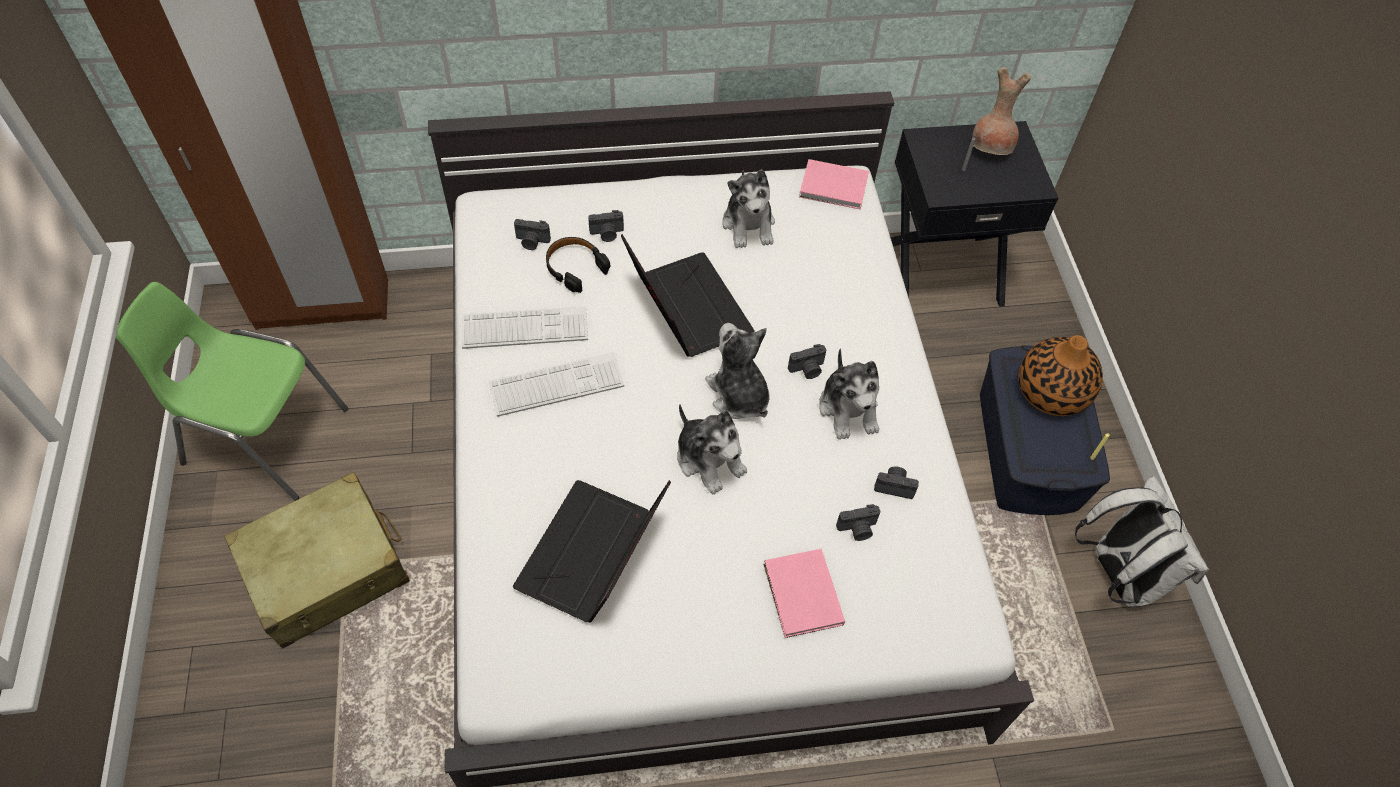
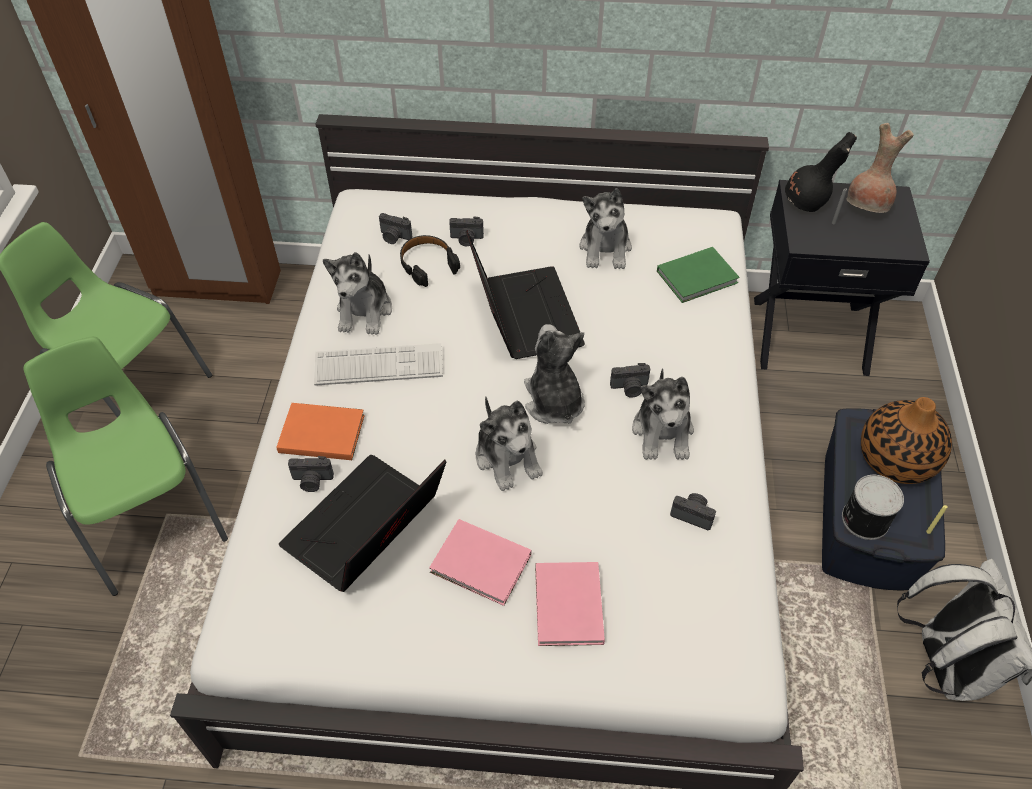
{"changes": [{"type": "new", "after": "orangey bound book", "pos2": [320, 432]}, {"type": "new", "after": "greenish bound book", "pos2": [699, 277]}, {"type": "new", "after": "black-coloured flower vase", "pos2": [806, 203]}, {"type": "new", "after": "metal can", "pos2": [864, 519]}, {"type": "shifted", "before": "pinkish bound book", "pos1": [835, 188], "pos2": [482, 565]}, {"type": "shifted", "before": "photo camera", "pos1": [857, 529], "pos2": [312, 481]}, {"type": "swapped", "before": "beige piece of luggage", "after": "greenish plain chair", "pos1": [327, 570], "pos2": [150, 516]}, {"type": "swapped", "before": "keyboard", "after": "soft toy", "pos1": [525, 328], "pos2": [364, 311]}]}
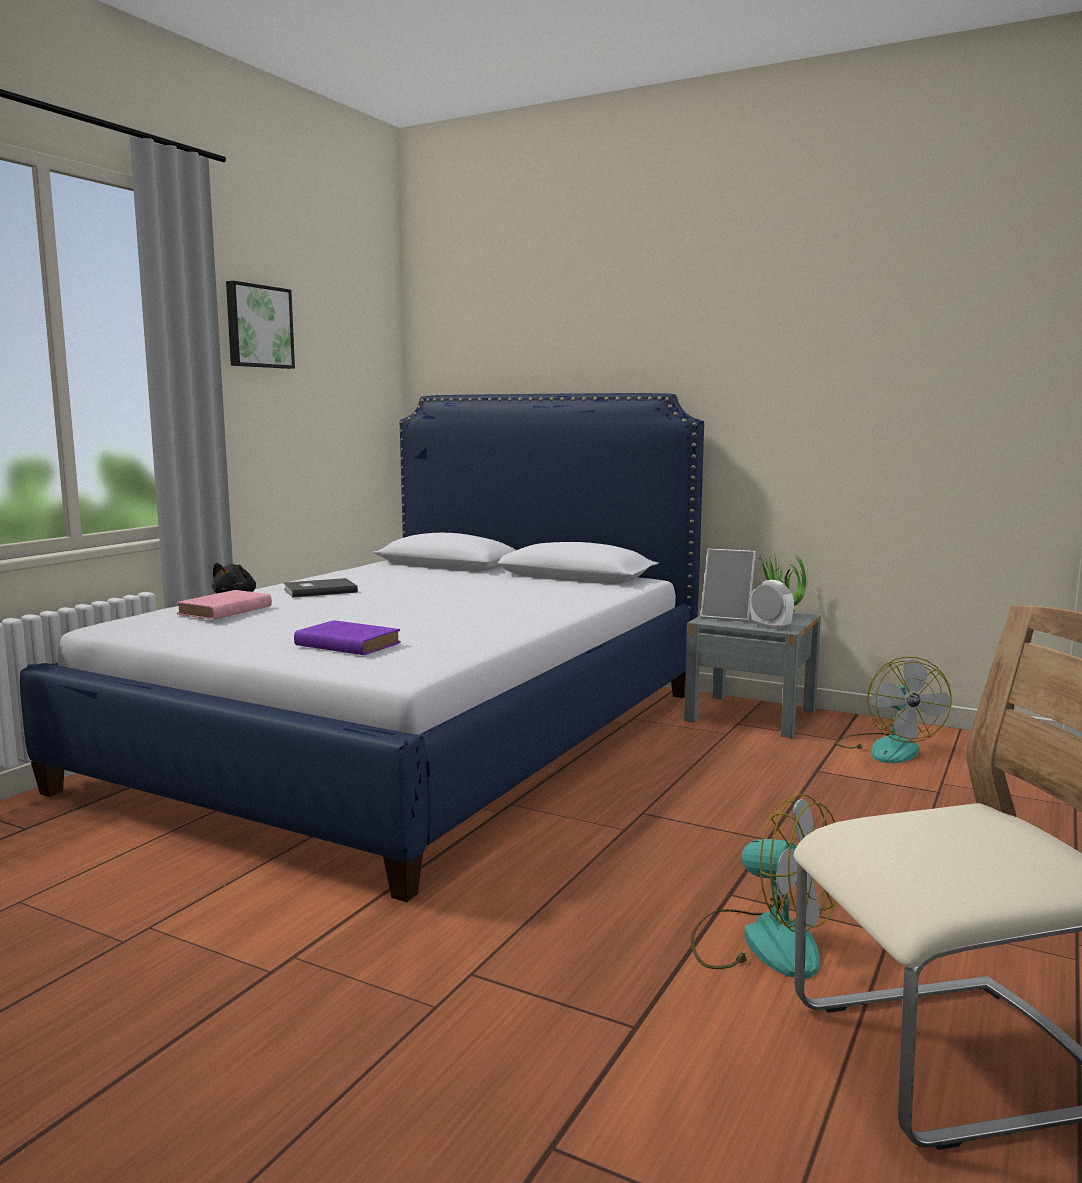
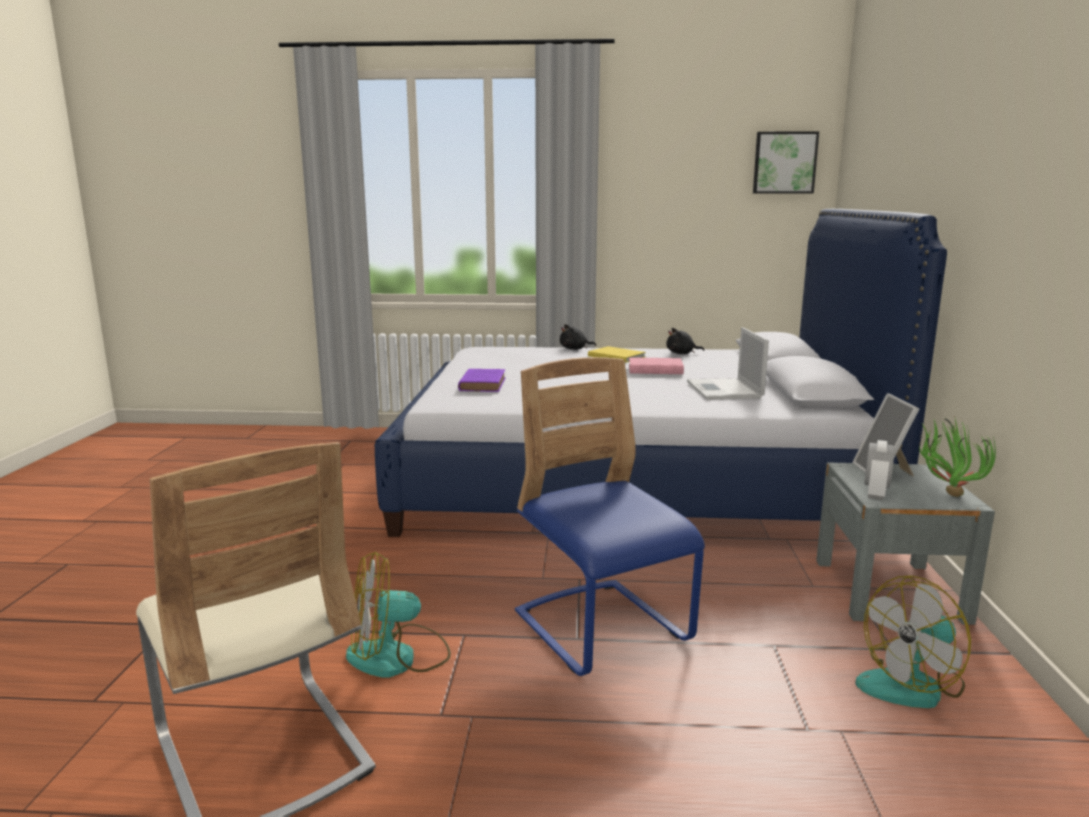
{"changes": [{"type": "new", "after": "blue plain chair", "pos2": [602, 629]}, {"type": "new", "after": "black-coloured soft toy", "pos2": [682, 353]}, {"type": "new", "after": "laptop", "pos2": [725, 390]}, {"type": "shifted", "before": "pinkish bound book", "pos1": [223, 611], "pos2": [653, 370]}, {"type": "shifted", "before": "wall art", "pos1": [258, 326], "pos2": [784, 163]}, {"type": "repainted", "before": "greyish bound book", "after": "yellow-coloured bound book", "pos1": [319, 590], "pos2": [616, 356]}, {"type": "rotated", "before": "electric fan", "pos1": [762, 941], "pos2": [397, 657], "turn": 60}]}
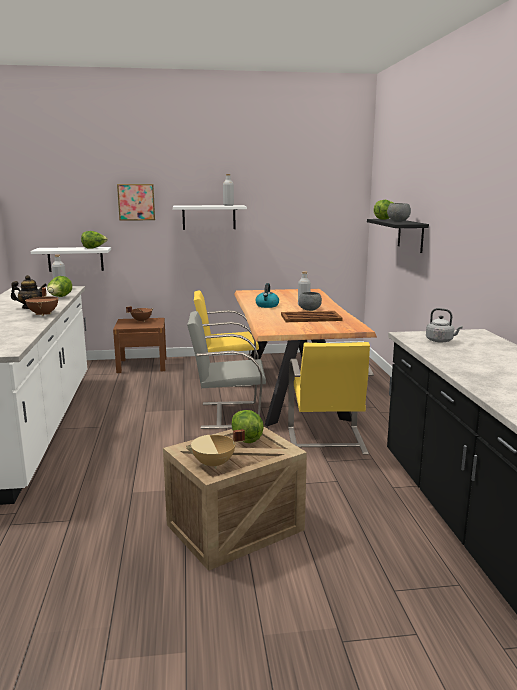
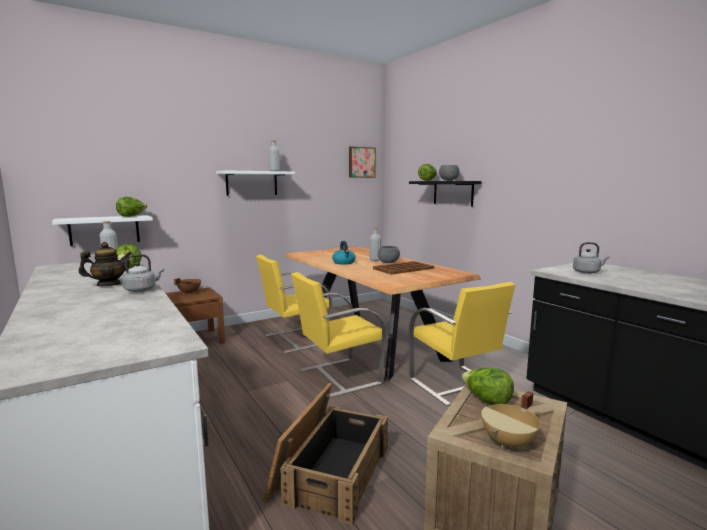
{"changes": [{"type": "new", "after": "crate", "pos2": [330, 471]}, {"type": "shifted", "before": "wall art", "pos1": [136, 202], "pos2": [361, 162]}, {"type": "swapped", "before": "brown-coloured cooking pot", "after": "greyish water kettle", "pos1": [44, 314], "pos2": [142, 290]}, {"type": "repainted", "before": "greyish plain chair", "after": "yellow-coloured plain chair", "pos1": [227, 414], "pos2": [338, 377]}]}
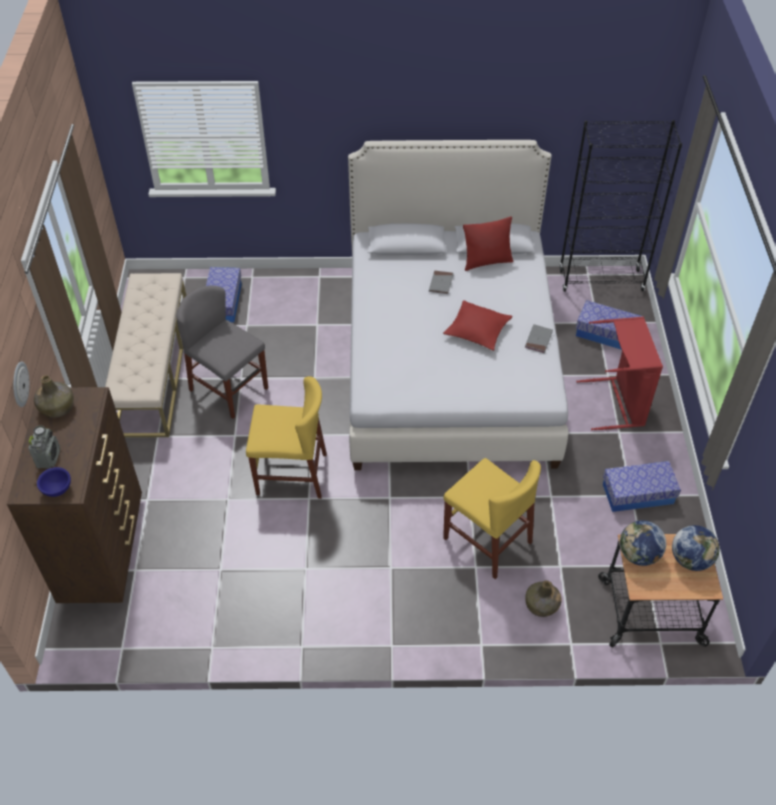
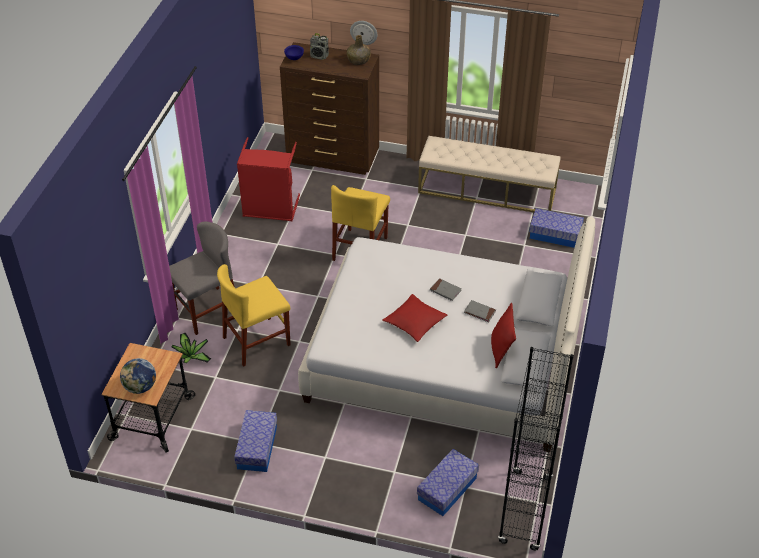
{"changes": [{"type": "gone", "before": "globe", "pos1": [638, 555]}, {"type": "shifted", "before": "greyish plain chair", "pos1": [229, 389], "pos2": [207, 311]}, {"type": "shifted", "before": "greyish bound book", "pos1": [538, 340], "pos2": [445, 291]}, {"type": "shifted", "before": "reddish hamper", "pos1": [618, 403], "pos2": [270, 210]}, {"type": "swapped", "before": "greenish drink bottle", "after": "houseplant", "pos1": [541, 605], "pos2": [189, 357]}]}
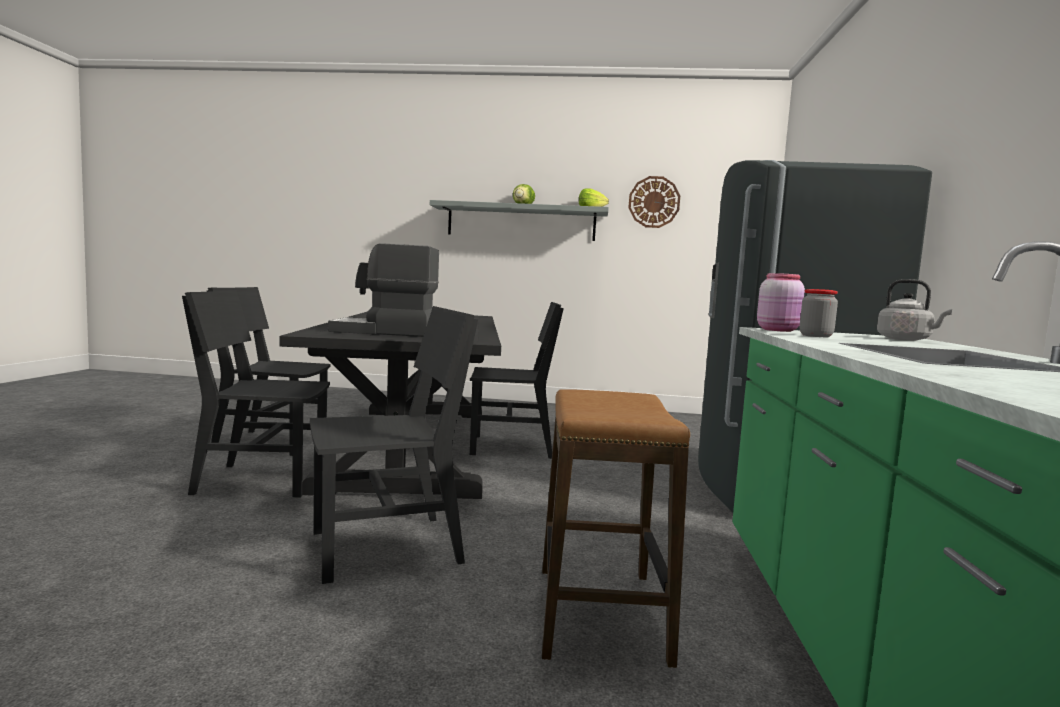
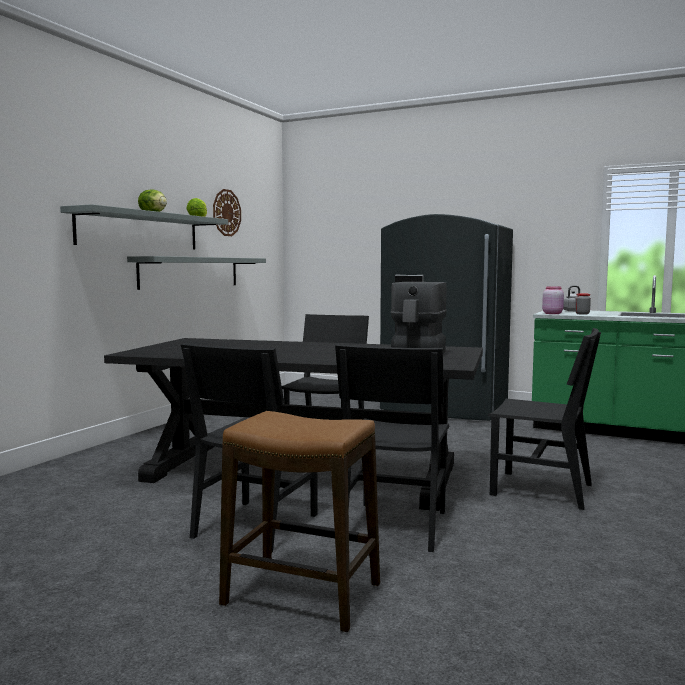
{"changes": [{"type": "new", "after": "greyish wall shelf", "pos2": [190, 272]}, {"type": "shifted", "before": "stool seat", "pos1": [599, 613], "pos2": [301, 595]}, {"type": "rotated", "before": "black-coloured plain chair", "pos1": [386, 547], "pos2": [541, 490], "turn": 120}]}
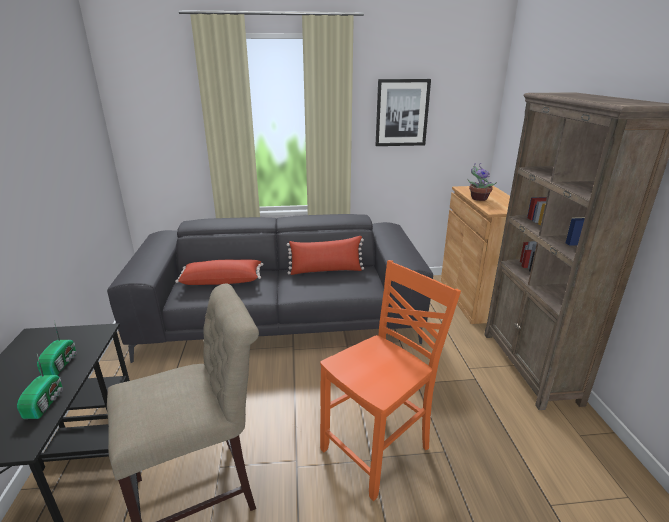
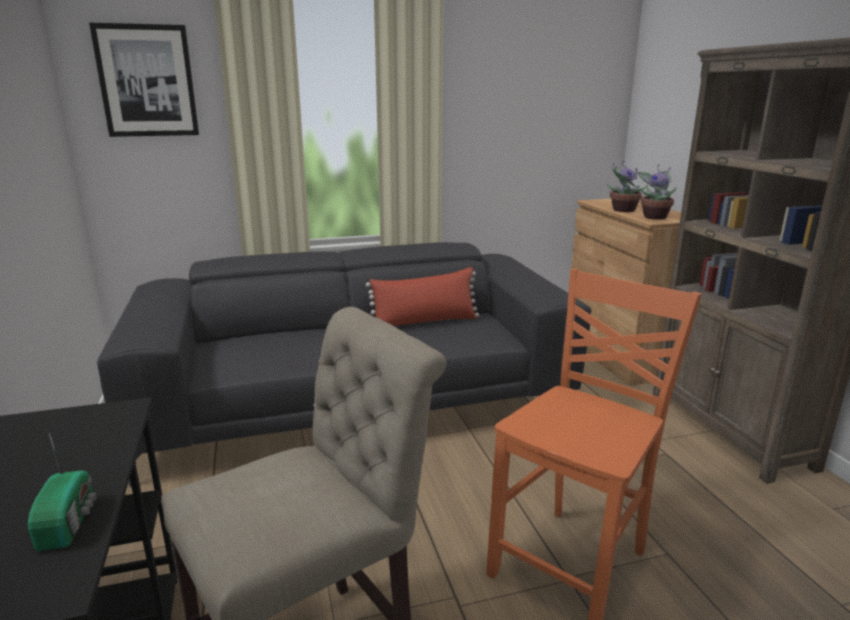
{"changes": [{"type": "gone", "before": "radio", "pos1": [61, 363]}, {"type": "gone", "before": "reddish pillow", "pos1": [222, 280]}, {"type": "new", "after": "houseplant", "pos2": [654, 217]}, {"type": "shifted", "before": "wall art", "pos1": [402, 113], "pos2": [147, 81]}]}
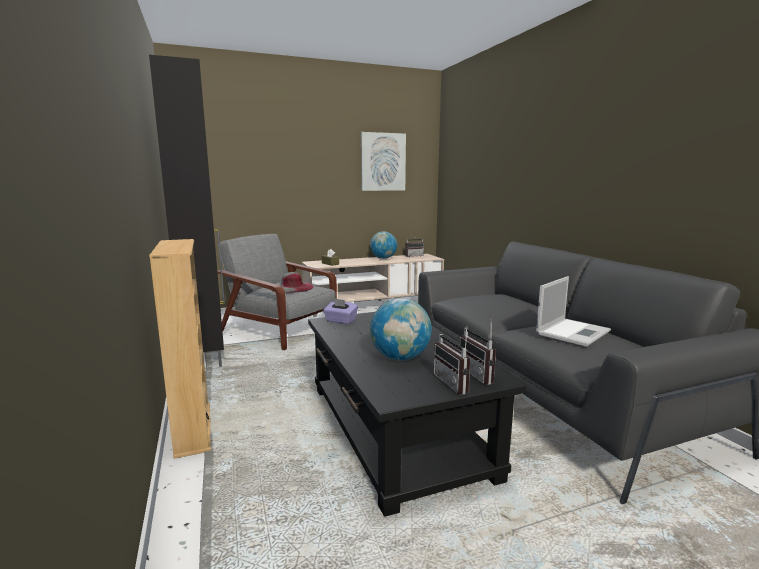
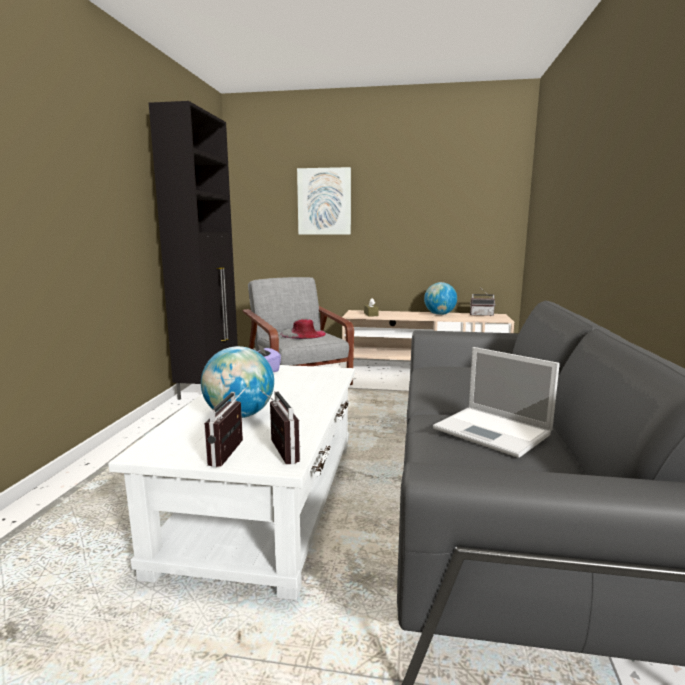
{"changes": [{"type": "gone", "before": "beige bookshelf", "pos1": [193, 429]}, {"type": "shifted", "before": "wall art", "pos1": [383, 162], "pos2": [324, 201]}, {"type": "repainted", "before": "black-coloured low table", "after": "whitish low table", "pos1": [395, 429], "pos2": [266, 500]}, {"type": "rotated", "before": "radio", "pos1": [480, 375], "pos2": [277, 453], "turn": 150}, {"type": "rotated", "before": "laptop", "pos1": [573, 332], "pos2": [494, 431], "turn": 60}]}
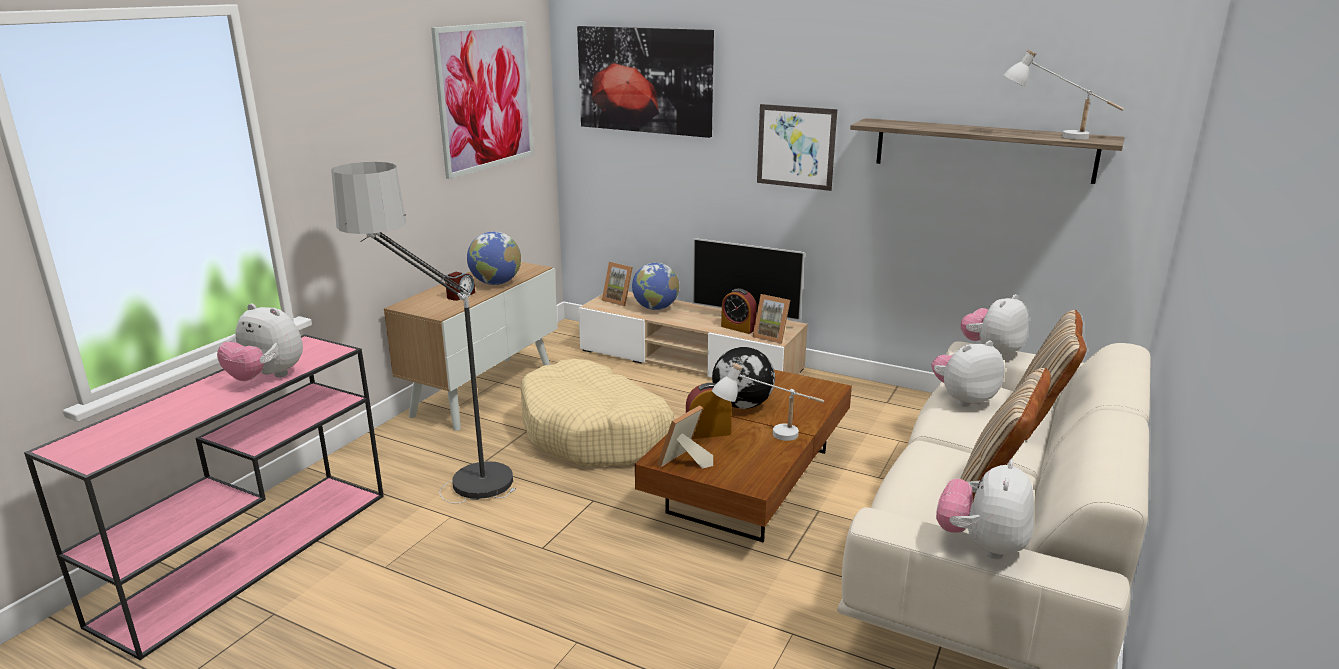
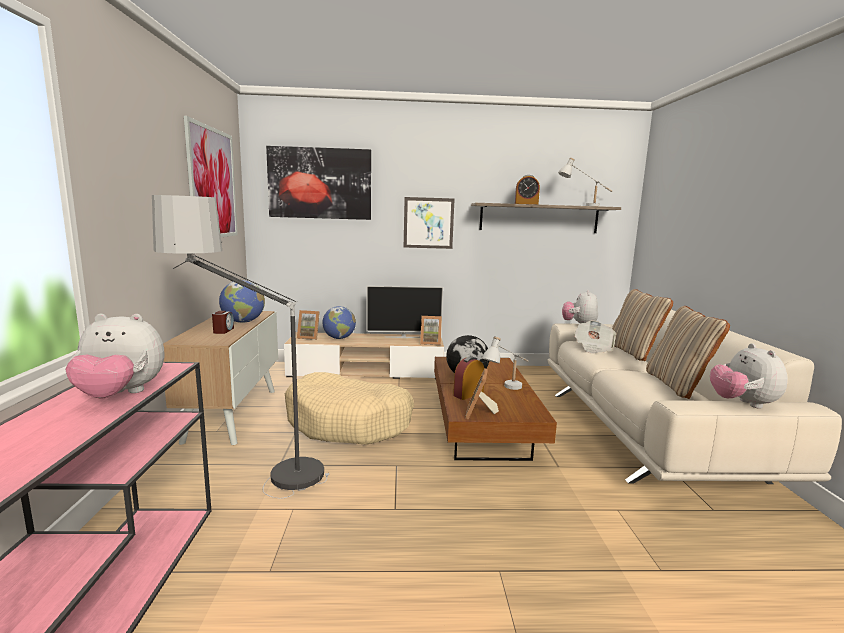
{"changes": [{"type": "shifted", "before": "table clock", "pos1": [738, 328], "pos2": [526, 204]}, {"type": "swapped", "before": "soft toy", "after": "printed paper", "pos1": [963, 399], "pos2": [593, 348]}]}
